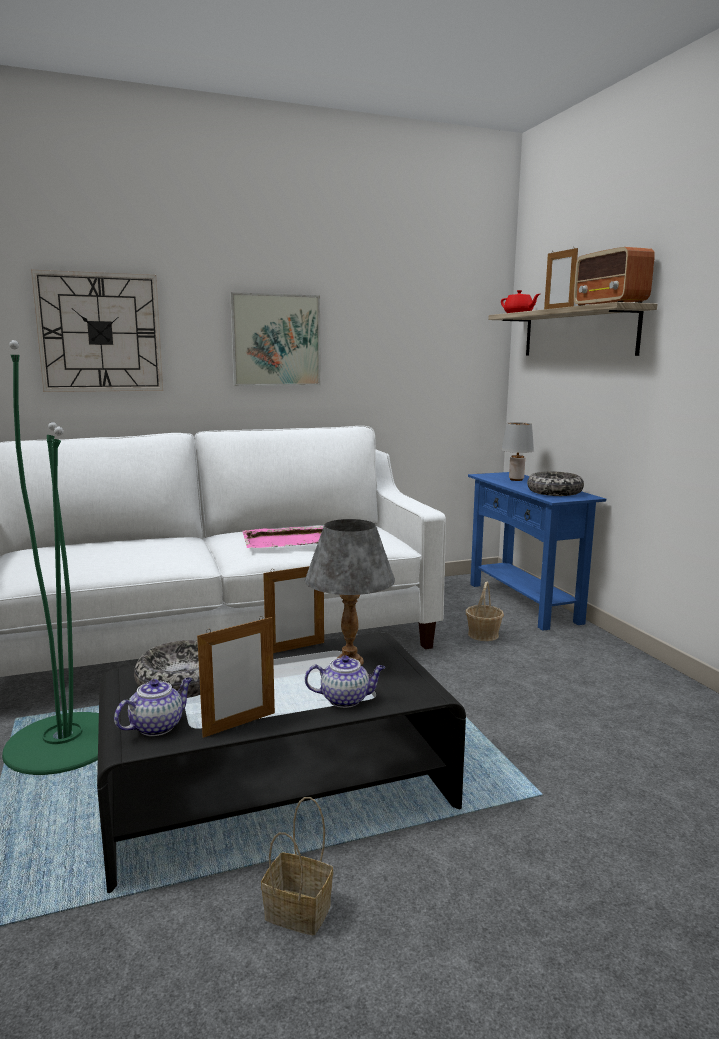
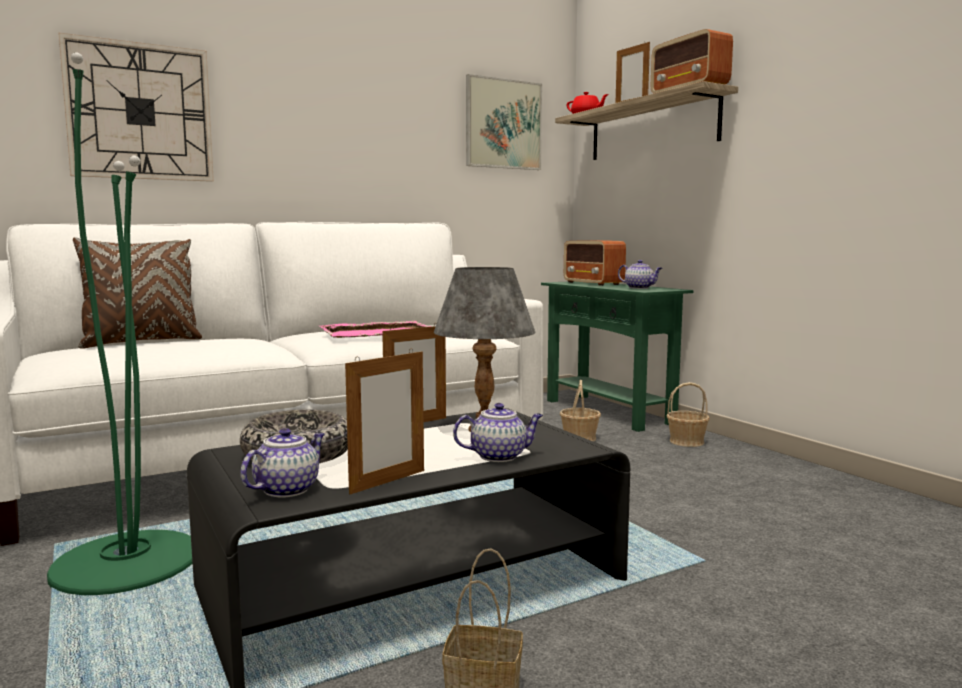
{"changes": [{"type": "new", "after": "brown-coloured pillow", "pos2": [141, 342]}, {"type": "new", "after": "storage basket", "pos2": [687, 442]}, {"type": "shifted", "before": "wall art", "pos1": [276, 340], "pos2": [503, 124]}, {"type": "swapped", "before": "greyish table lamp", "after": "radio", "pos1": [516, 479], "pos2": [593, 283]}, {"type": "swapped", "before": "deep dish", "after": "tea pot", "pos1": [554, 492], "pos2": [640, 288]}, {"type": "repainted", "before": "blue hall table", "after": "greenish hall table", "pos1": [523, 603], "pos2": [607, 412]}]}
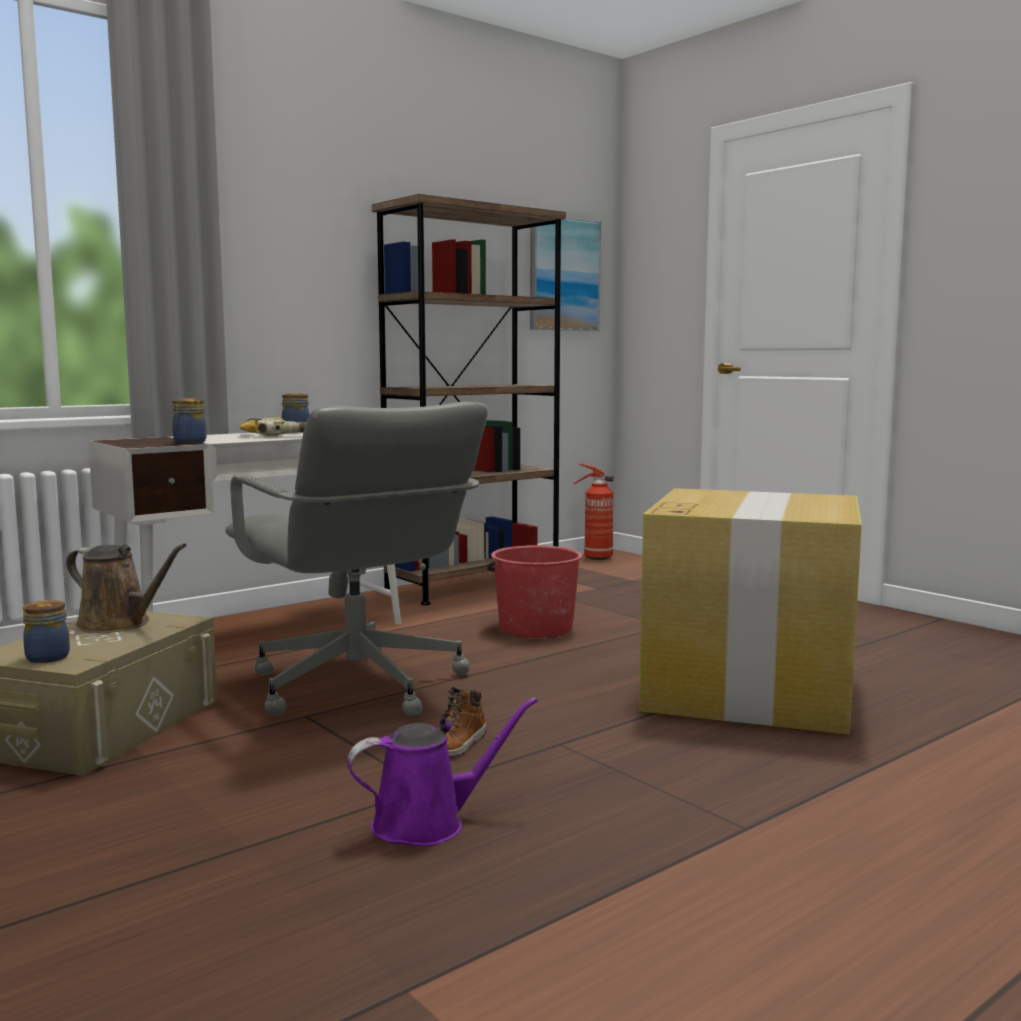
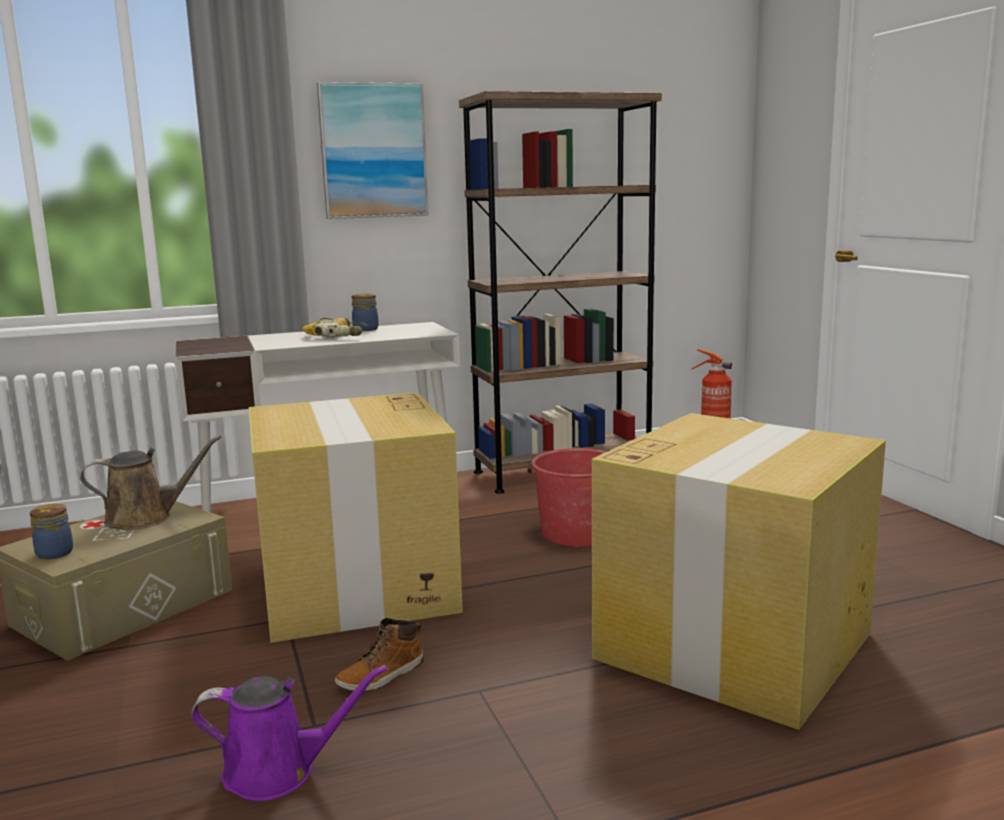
{"changes": [{"type": "gone", "before": "jar", "pos1": [188, 442]}, {"type": "shifted", "before": "wall art", "pos1": [563, 274], "pos2": [373, 151]}, {"type": "swapped", "before": "greyish computer chair", "after": "cardboard box", "pos1": [357, 687], "pos2": [357, 589]}, {"type": "rotated", "before": "brown-coloured sprinkling can", "pos1": [119, 624], "pos2": [146, 518], "turn": -60}]}
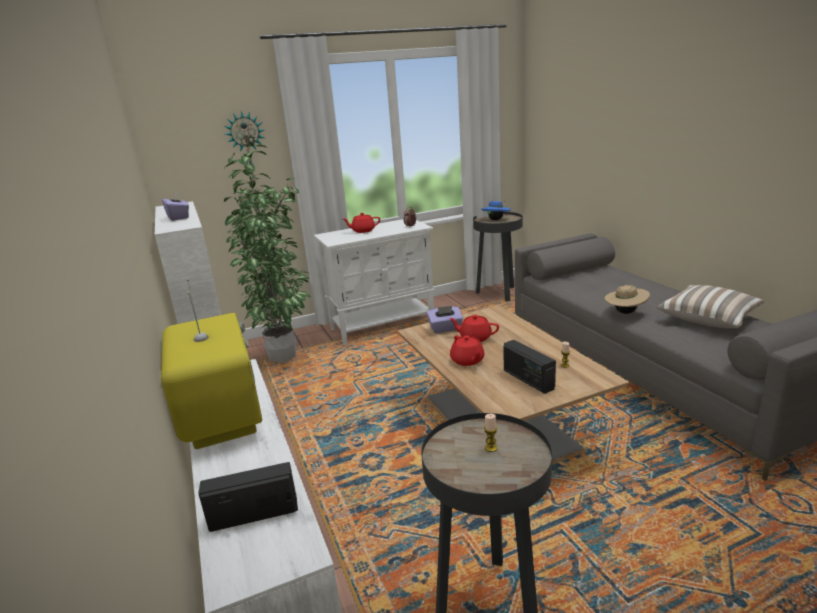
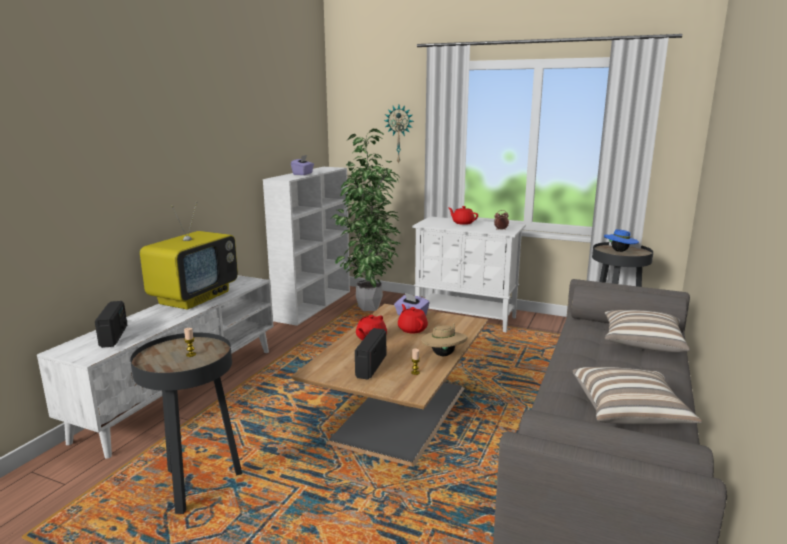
{"changes": [{"type": "new", "after": "pillow", "pos2": [641, 344]}, {"type": "shifted", "before": "beige clothing hat", "pos1": [625, 312], "pos2": [443, 354]}, {"type": "rotated", "before": "radio", "pos1": [254, 514], "pos2": [114, 336], "turn": 45}]}
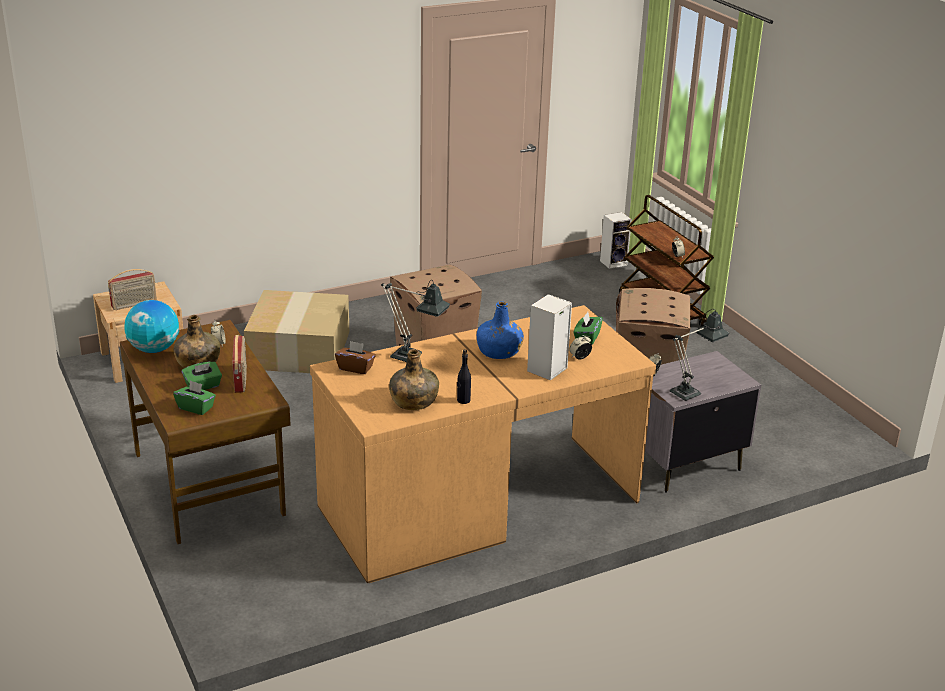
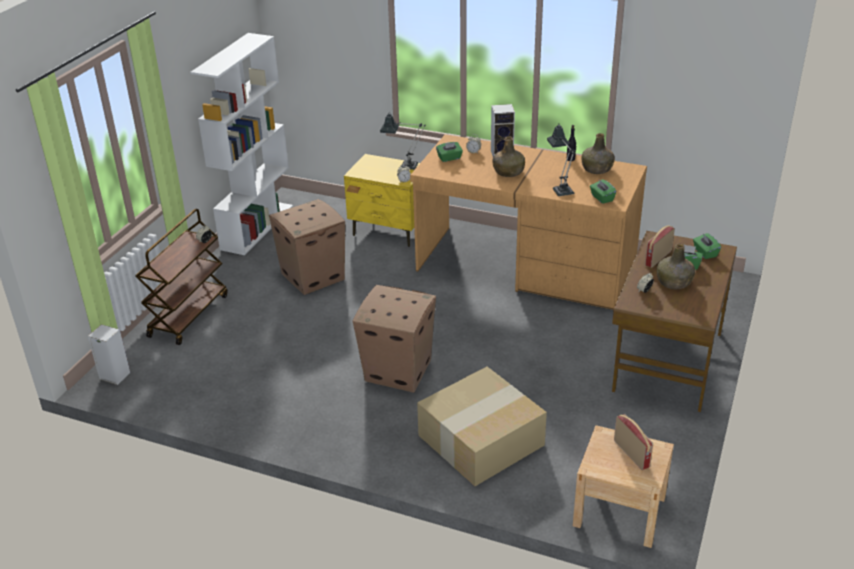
{"changes": [{"type": "gone", "before": "globe", "pos1": [154, 349]}, {"type": "new", "after": "whitish bookshelf", "pos2": [257, 227]}, {"type": "repainted", "before": "brown-coloured tissue box", "after": "greenish tissue box", "pos1": [355, 368], "pos2": [601, 198]}, {"type": "repainted", "before": "blue drink bottle", "after": "greenish drink bottle", "pos1": [499, 351], "pos2": [508, 172]}, {"type": "repainted", "before": "greyish nightstand", "after": "yellow-coloured nightstand", "pos1": [684, 464], "pos2": [390, 230]}, {"type": "rotated", "before": "radio", "pos1": [134, 304], "pos2": [632, 454], "turn": 45}]}
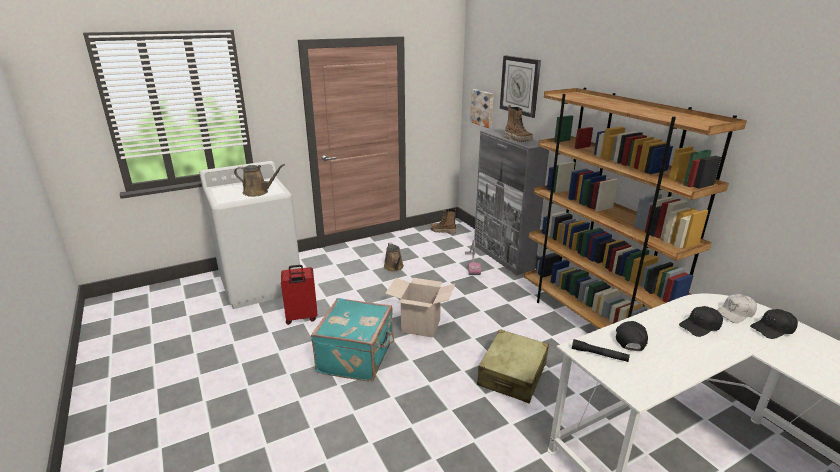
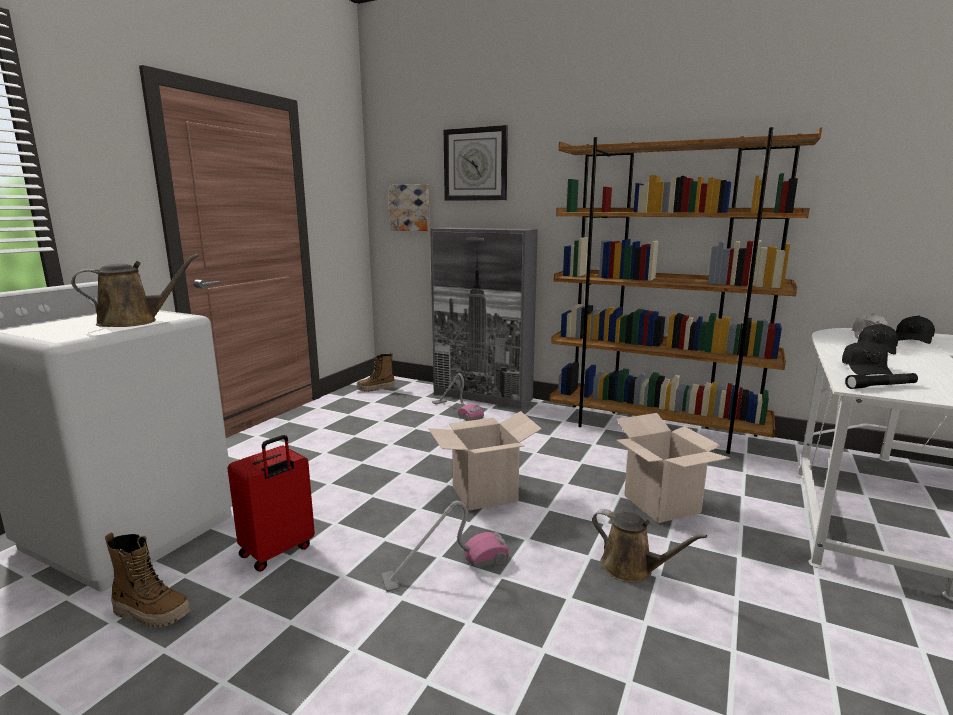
{"changes": [{"type": "shifted", "before": "brown-coloured sprinkling can", "pos1": [394, 267], "pos2": [631, 568]}, {"type": "shifted", "before": "high-top boot", "pos1": [518, 139], "pos2": [152, 613]}, {"type": "swapped", "before": "turquoise piece of luggage", "after": "vacuum", "pos1": [357, 357], "pos2": [446, 568]}, {"type": "swapped", "before": "beige piece of luggage", "after": "cardboard box", "pos1": [512, 374], "pos2": [661, 504]}, {"type": "rotated", "before": "black-coloured baseball cap", "pos1": [629, 339], "pos2": [866, 369], "turn": -150}]}
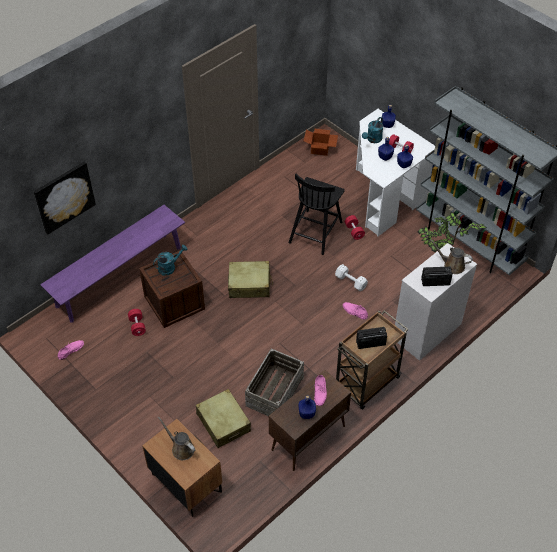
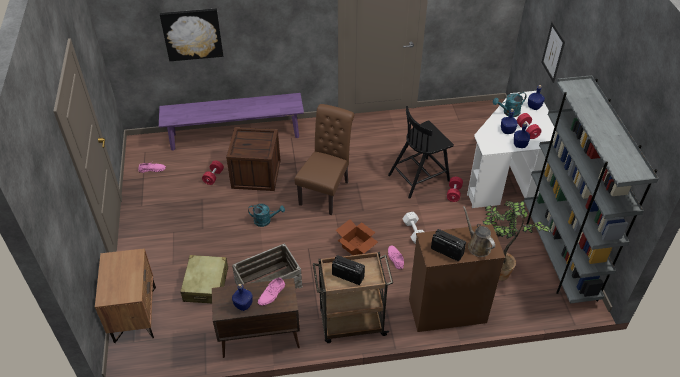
{"changes": [{"type": "gone", "before": "brown-coloured sprinkling can", "pos1": [181, 448]}, {"type": "new", "after": "wall art", "pos2": [553, 52]}, {"type": "shifted", "before": "turquoise sprinkling can", "pos1": [169, 267], "pos2": [265, 220]}, {"type": "shifted", "before": "cardboard box", "pos1": [320, 149], "pos2": [356, 247]}, {"type": "swapped", "before": "beige piece of luggage", "after": "brown-coloured plain chair", "pos1": [249, 285], "pos2": [326, 191]}, {"type": "repainted", "before": "whitish drawer chest", "after": "brown-coloured drawer chest", "pos1": [426, 332], "pos2": [446, 311]}]}
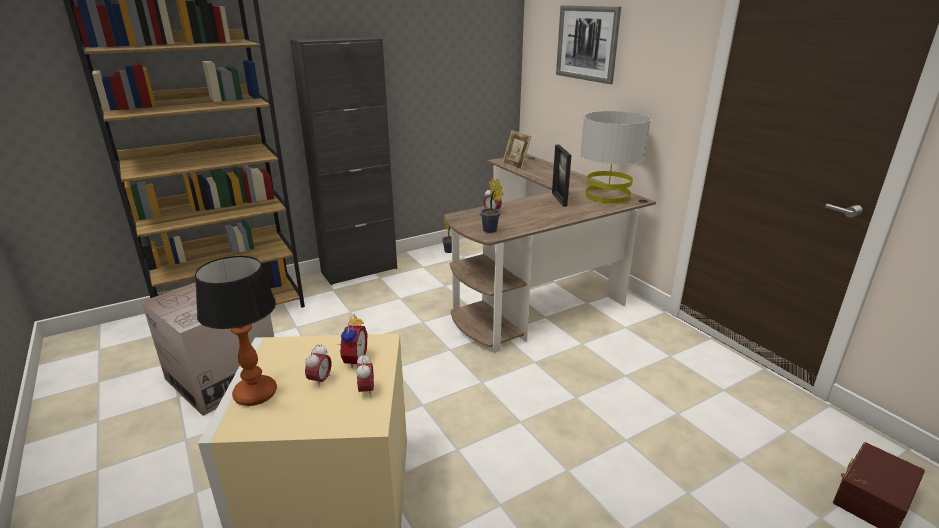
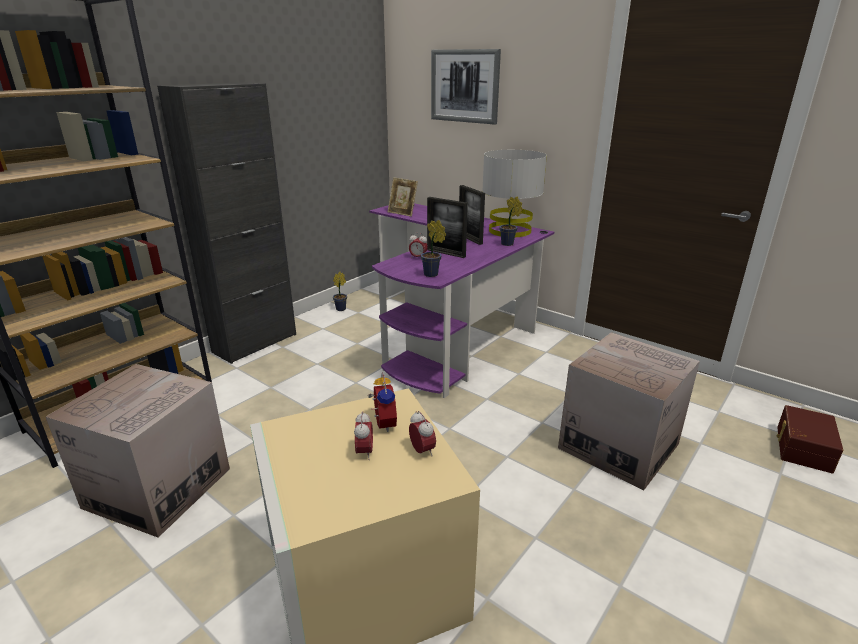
{"changes": [{"type": "gone", "before": "table lamp", "pos1": [256, 394]}, {"type": "new", "after": "picture frame", "pos2": [446, 253]}, {"type": "new", "after": "houseplant", "pos2": [508, 244]}, {"type": "new", "after": "cardboard box", "pos2": [618, 446]}, {"type": "repainted", "before": "brown-coloured desk", "after": "purplish desk", "pos1": [541, 288], "pos2": [452, 330]}]}
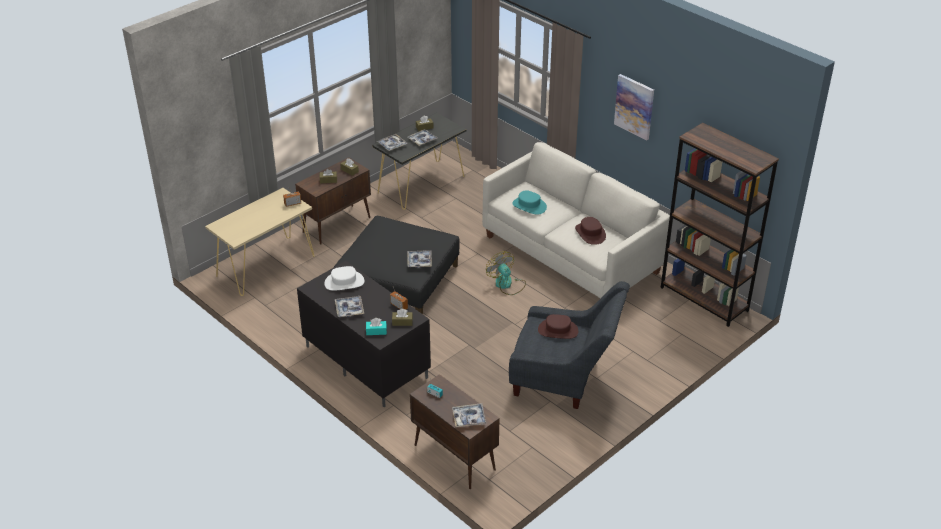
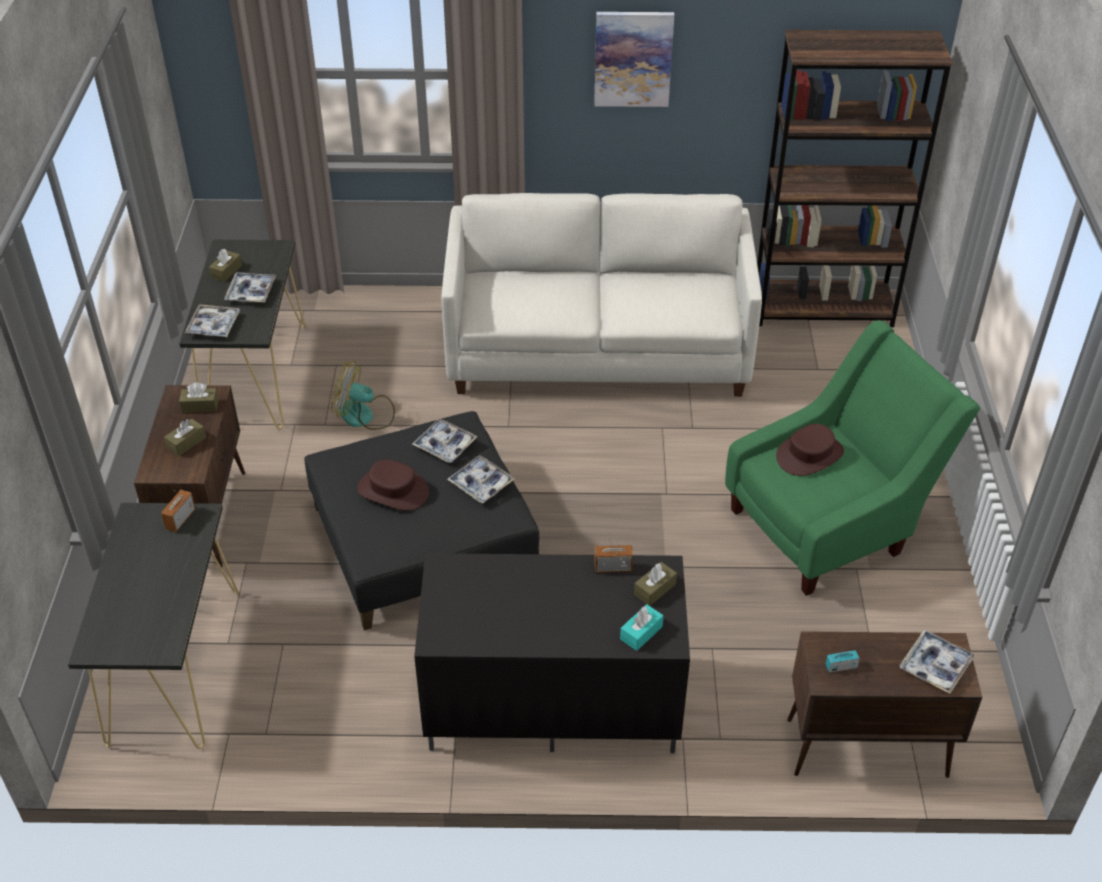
{"changes": [{"type": "gone", "before": "whitish clothing hat", "pos1": [344, 282]}, {"type": "gone", "before": "turquoise clothing hat", "pos1": [529, 206]}, {"type": "shifted", "before": "tray", "pos1": [349, 309], "pos2": [445, 445]}, {"type": "shifted", "before": "electric fan", "pos1": [506, 284], "pos2": [365, 415]}, {"type": "shifted", "before": "brown-coloured clothing hat", "pos1": [590, 233], "pos2": [393, 490]}, {"type": "repainted", "before": "beige hall table", "after": "black-coloured hall table", "pos1": [266, 266], "pos2": [175, 665]}, {"type": "repainted", "before": "greyish easy chair", "after": "greenish easy chair", "pos1": [565, 379], "pos2": [830, 525]}]}
